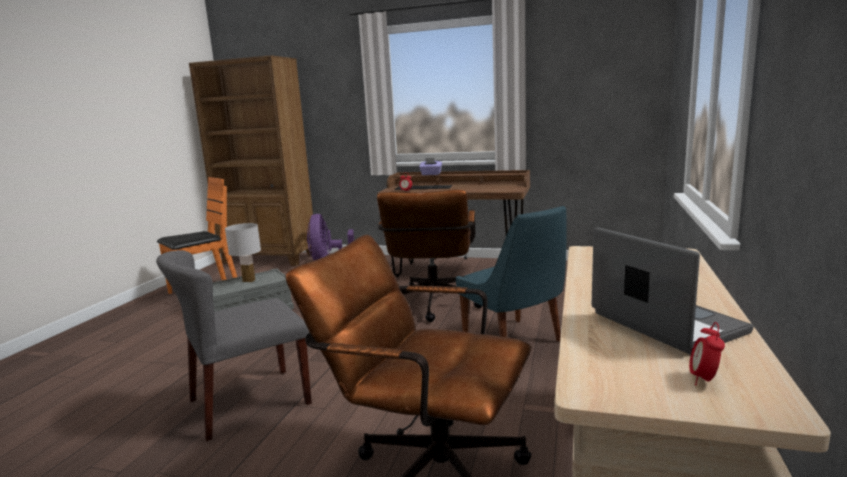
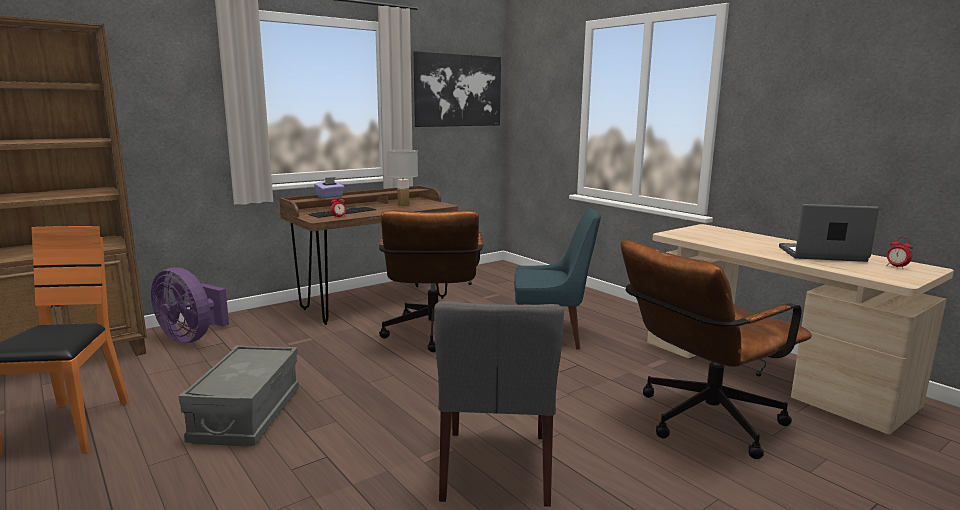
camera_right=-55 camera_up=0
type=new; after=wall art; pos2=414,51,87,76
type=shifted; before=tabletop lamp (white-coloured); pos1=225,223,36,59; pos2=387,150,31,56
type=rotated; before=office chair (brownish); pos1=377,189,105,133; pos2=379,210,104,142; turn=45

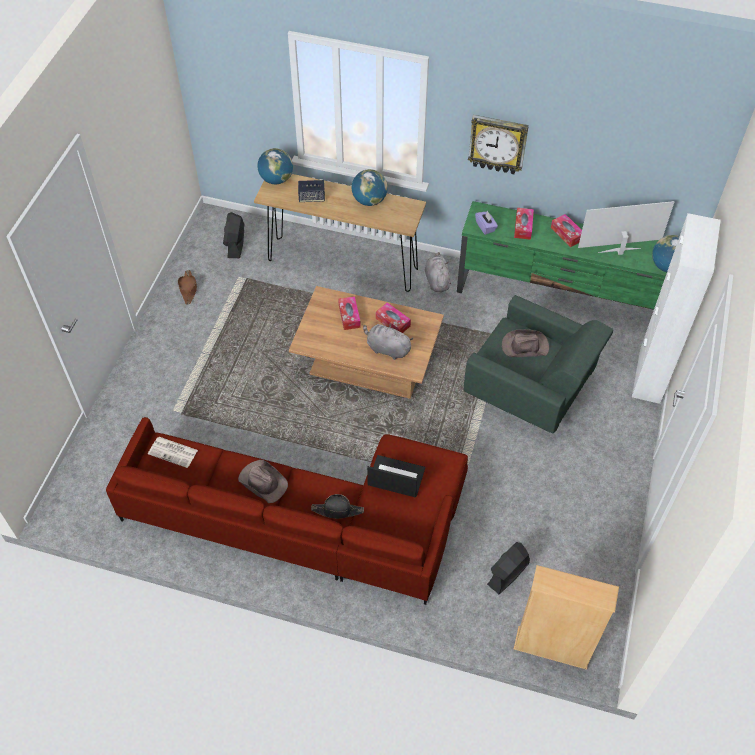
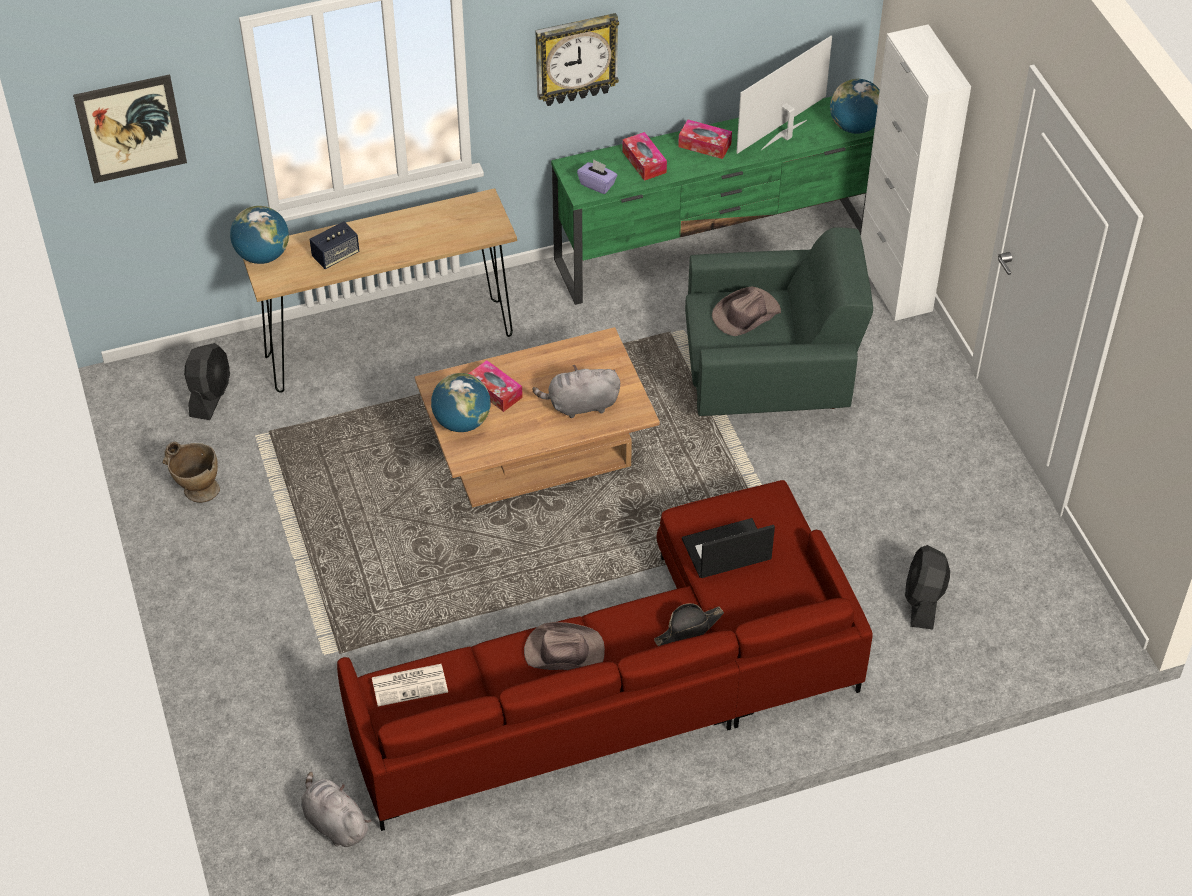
camera_right=-35 camera_up=-5
type=gone; before=tissue box; pos1=376,302,35,31
type=gone; before=shelving unit (sand-coloured); pos1=514,565,105,105
type=new; after=wall art; pos2=73,74,114,109
type=shifted; before=desk globe; pos1=352,169,36,37; pos2=431,373,60,59
type=shifted; before=soft toy (gray); pos1=425,252,26,40; pos2=301,772,70,75
type=swapped; before=clothing hat (brownish); after=decorative vase (sand-coloured); pos1=178,270,19,35; pos2=163,442,57,61
type=rotated; before=fan (black-coloured); pos1=223,212,22,46; pos2=184,343,46,77; turn=-135

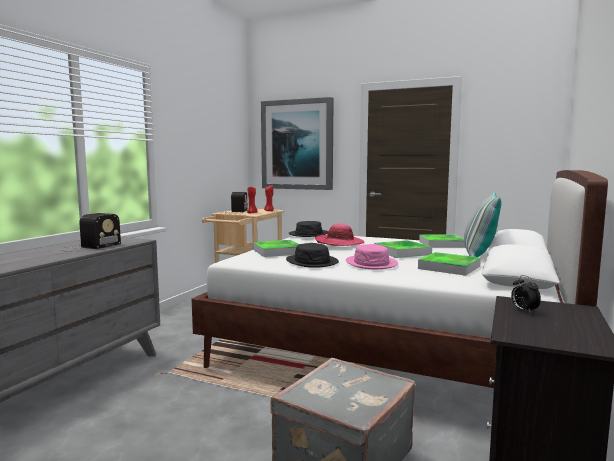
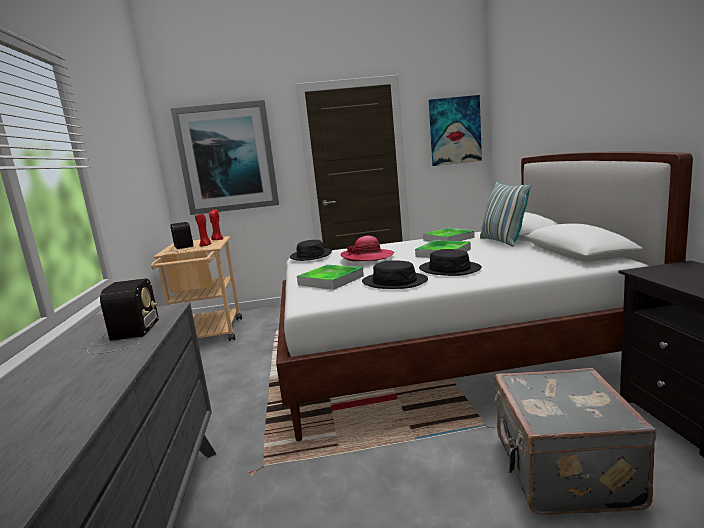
camera_right=-30 camera_up=5
type=gone; before=tray; pos1=418,252,63,24
type=gone; before=table clock; pos1=511,275,30,38
type=new; after=wall art; pos2=429,95,53,71
type=repainted; before=clothing hat (pinkish); after=clothing hat (black-coloured); pos1=346,244,52,25; pos2=419,249,63,27

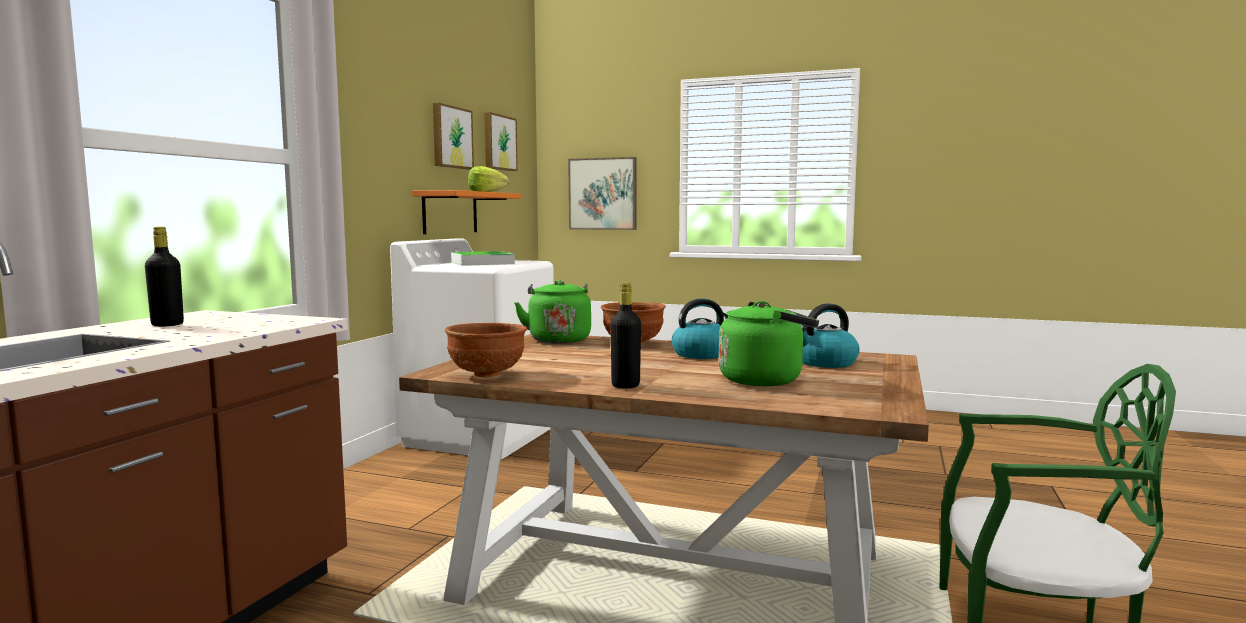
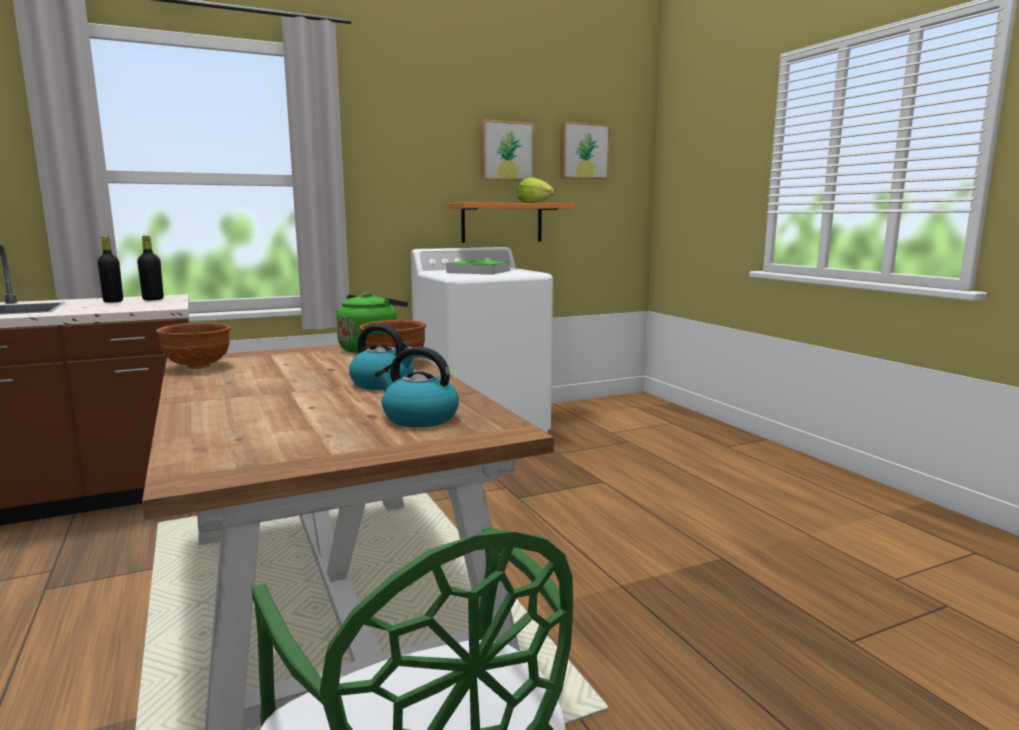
camera_right=45 camera_up=5
type=gone; before=wall art; pos1=568,157,69,73
type=gone; before=water kettle (green); pos1=719,301,100,85
type=shifted; before=beverage bottle (black-coloured); pos1=611,283,30,105; pos2=137,236,27,64

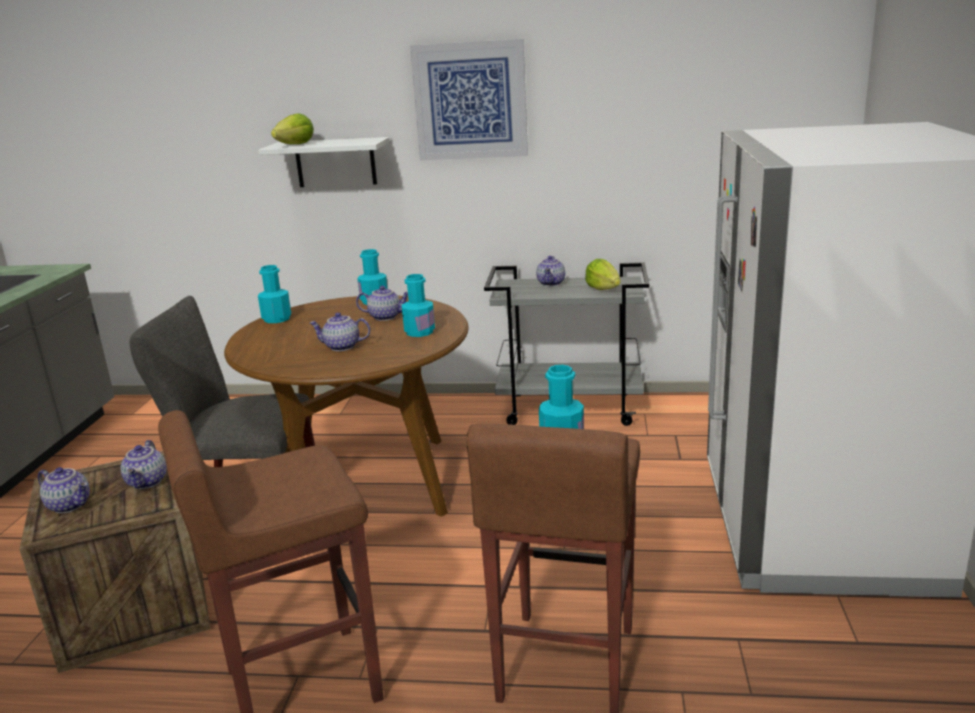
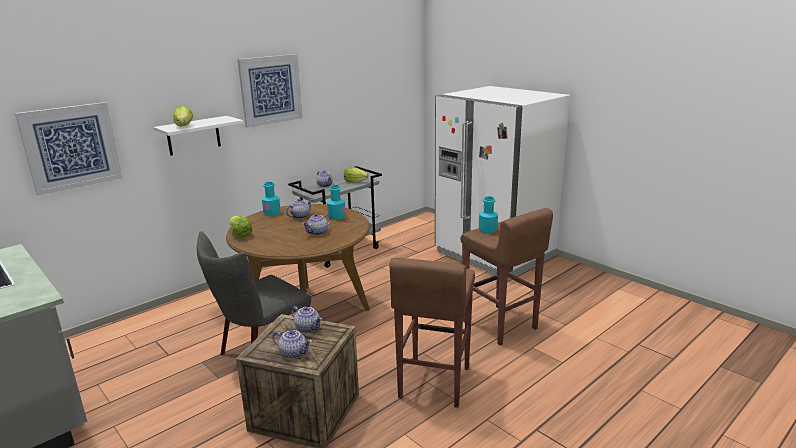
camera_right=-50 camera_up=0
type=new; after=wall art; pos2=15,102,108,93
type=swapped; before=beverage bottle (blue-green); after=lettuce; pos1=258,265,33,58; pos2=229,216,24,21
type=rotated; before=teapot; pos1=38,467,52,46; pos2=273,330,39,29; turn=45

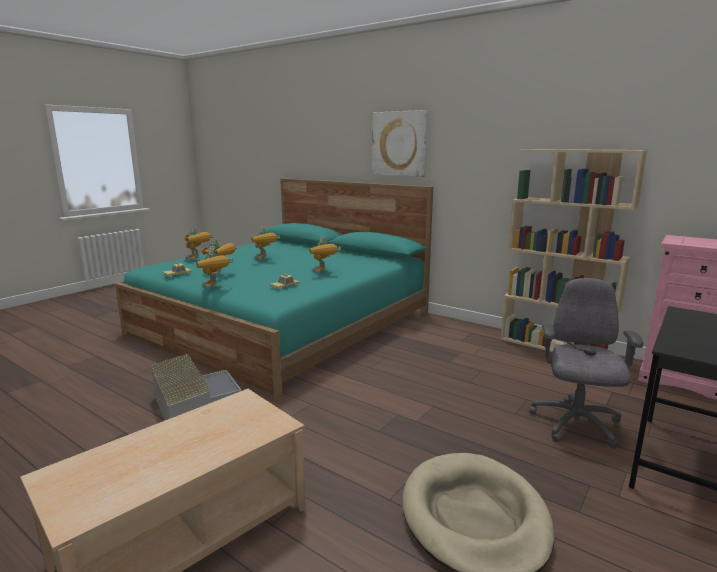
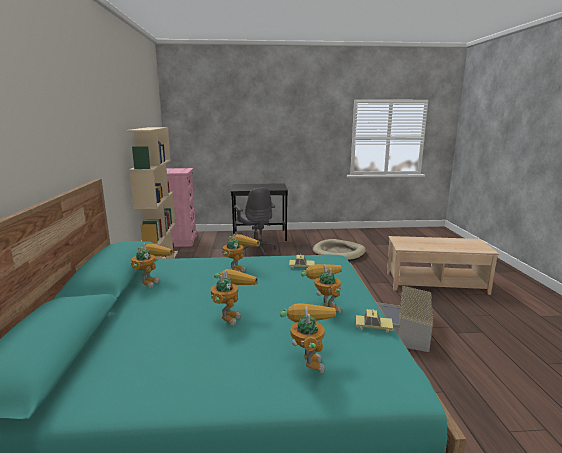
camera_right=-130 camera_up=0
type=gone; before=wall art; pos1=372,110,56,67
type=shifted; before=model robot; pos1=196,247,37,42; pos2=131,243,42,45
type=rotated; before=office chair (gray); pos1=529,278,114,171; pos2=234,187,42,69; turn=-90

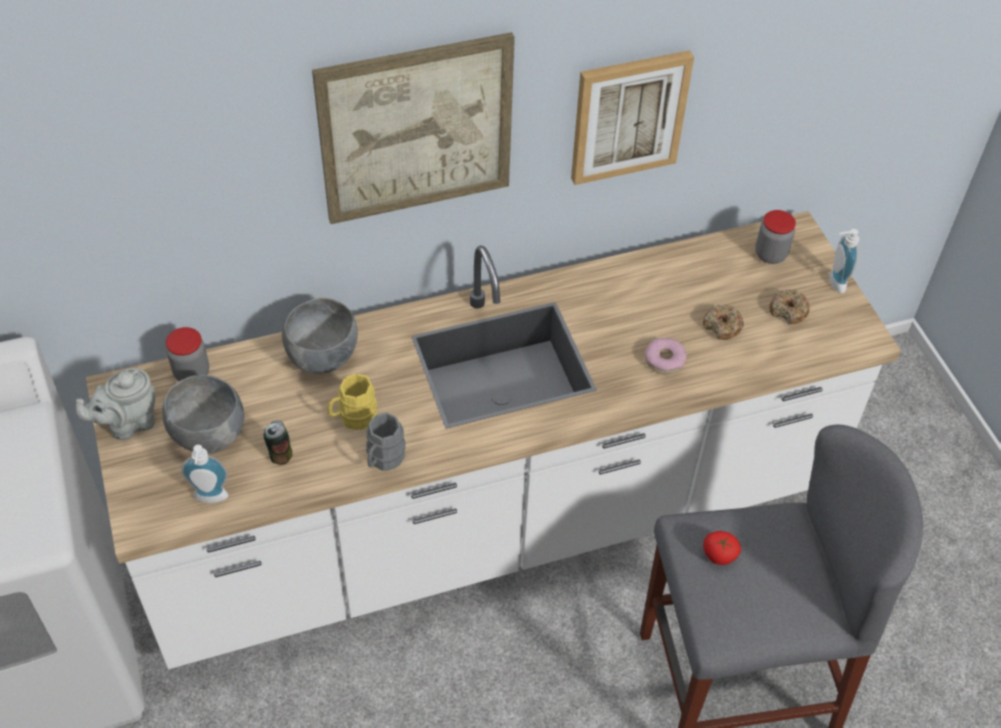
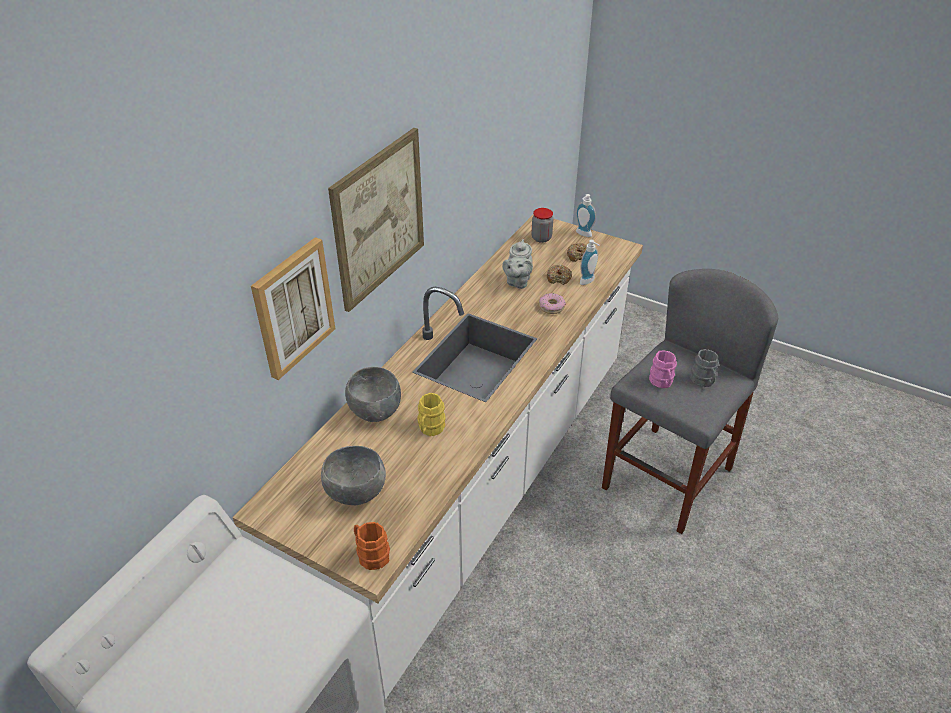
camera_right=-40 camera_up=-10
type=gone; before=storage jar; pos1=166,327,43,54
type=gone; before=sealed can; pos1=263,420,29,45
type=new; after=mug (orangey); pos2=354,522,36,48
type=shifted; before=teapot (gray); pos1=76,368,79,72; pos2=502,239,31,50
type=shifted; before=soap dispenser; pos1=181,445,47,58; pos2=580,240,20,45
type=shifted; before=mug (gray); pos1=366,412,39,59; pos2=690,349,29,38
type=shifted; before=wall art; pos1=571,50,123,135; pos2=251,237,84,143
type=swapped; before=whole tomato; after=mug (pinkish); pos1=703,531,38,34; pos2=649,350,28,38

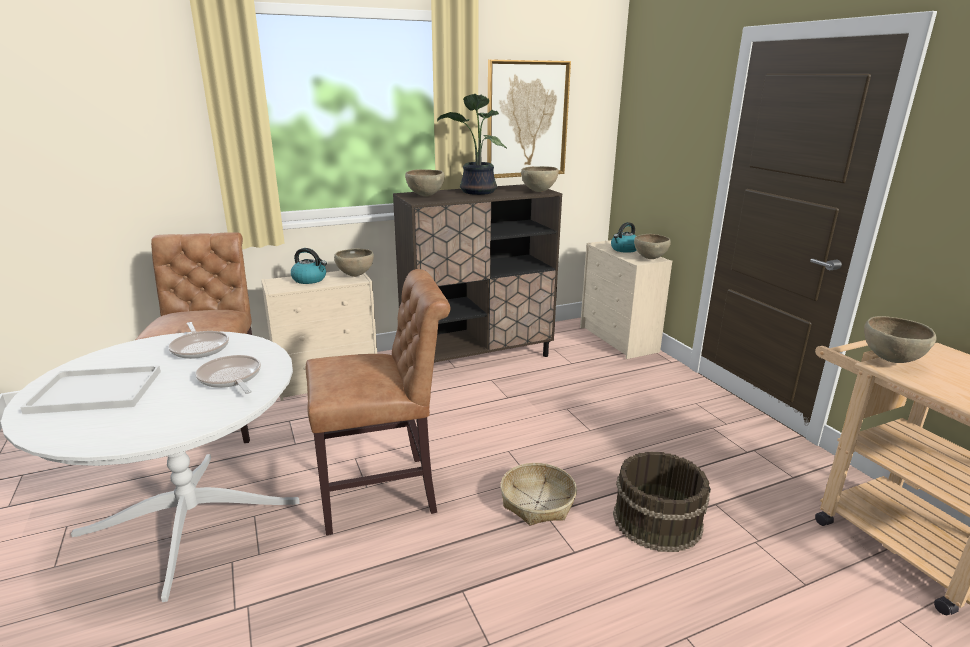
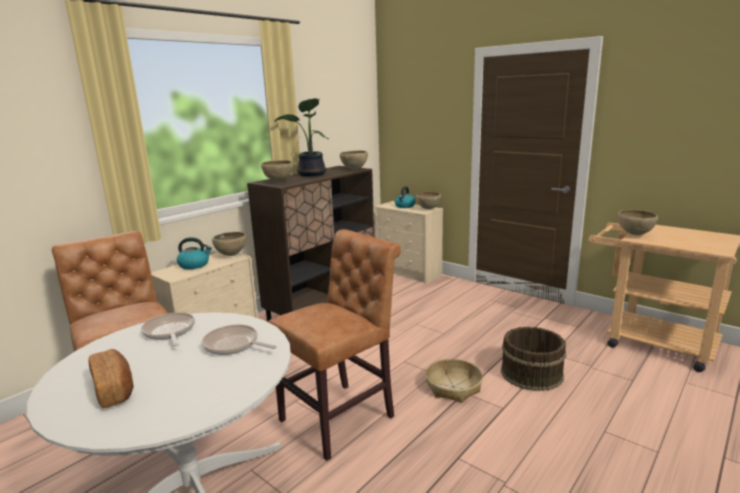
camera_right=-25 camera_up=-5
type=gone; before=wall art; pos1=487,59,84,119
type=swapped; before=tray (white-coloured); after=bread; pos1=20,365,141,49; pos2=89,349,44,59
type=rotated; before=skillet; pos1=169,322,60,37; pos2=141,312,54,34; turn=-150

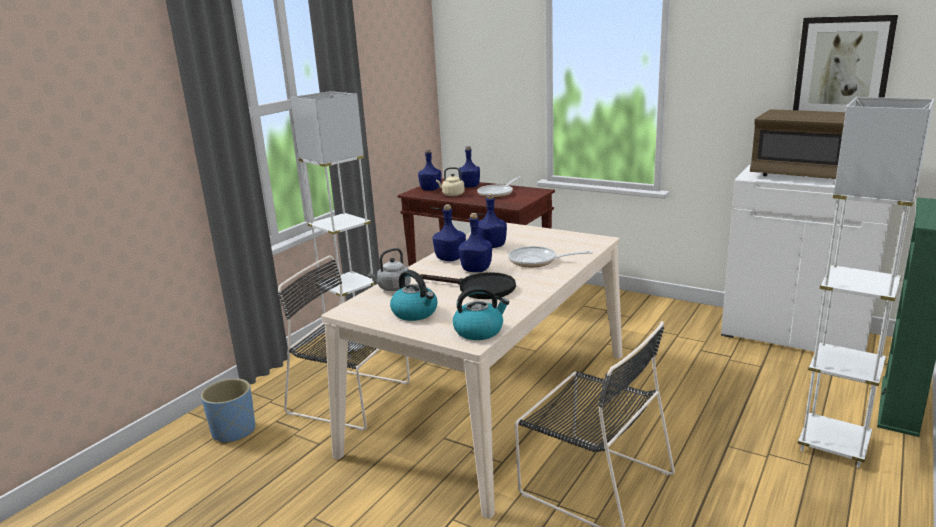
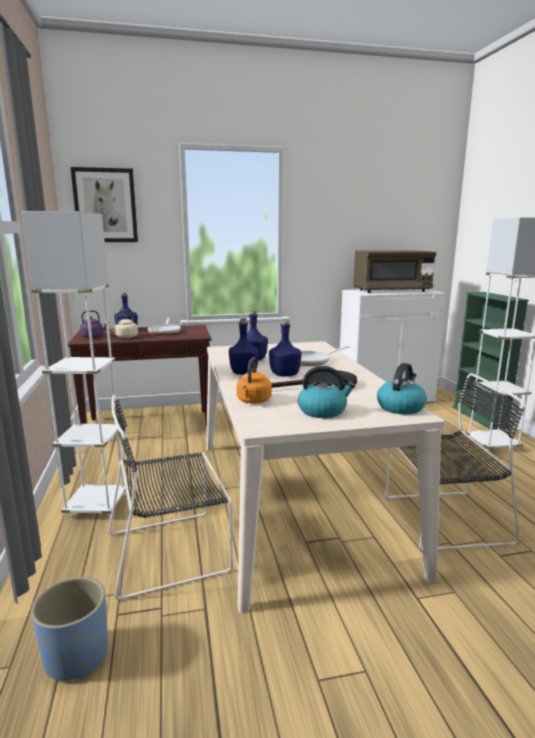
camera_right=-45 camera_up=-5
type=shifted; before=wall art; pos1=793,15,105,97; pos2=71,167,67,75
type=swapped; before=beverage bottle (blue); after=water kettle (purplish); pos1=418,149,23,42; pos2=80,310,27,28
type=repainted; before=water kettle (gray); after=water kettle (orangey); pos1=368,248,43,43; pos2=236,357,36,47

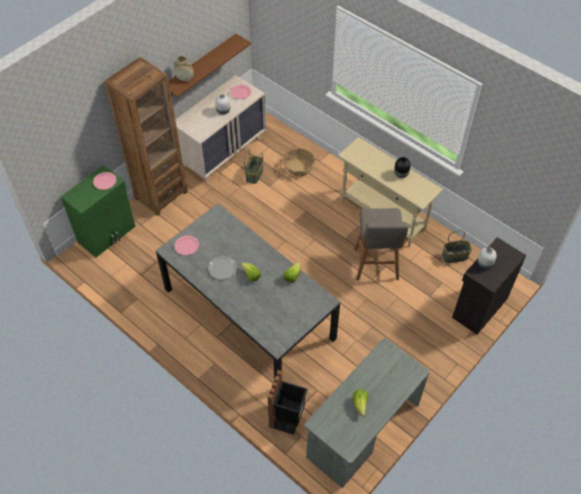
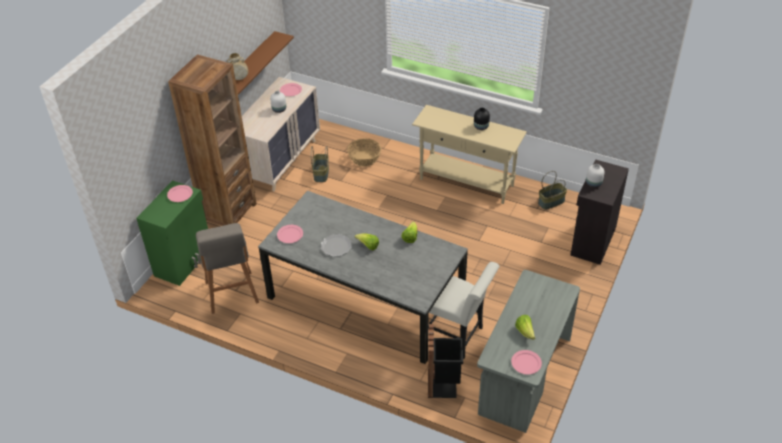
camera_right=-15 camera_up=-10
type=new; after=upright chair (white-coloured); pos2=428,262,72,97
type=new; after=flat dish (pinkish); pos2=511,350,31,25
type=shifted; before=stool (gray); pos1=354,208,54,72; pos2=196,223,63,91

